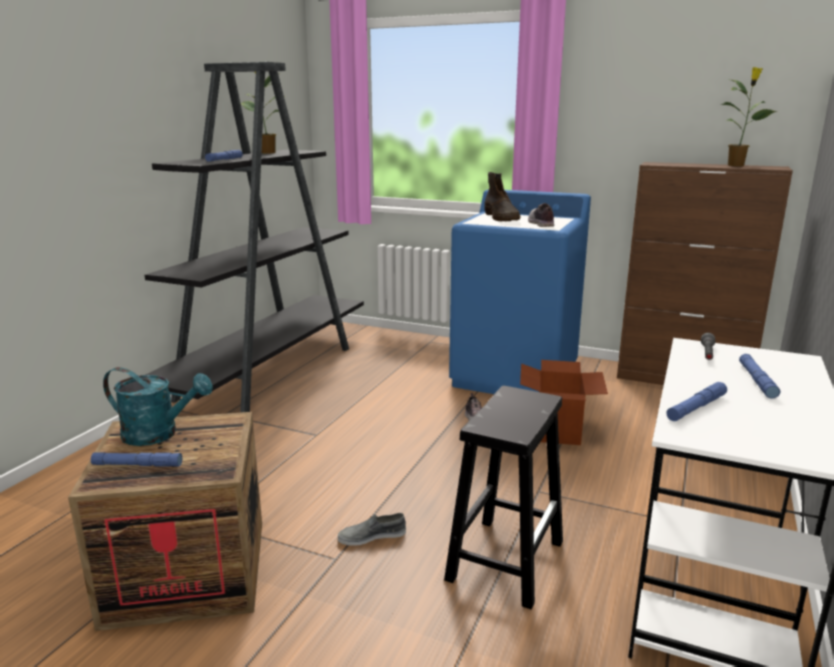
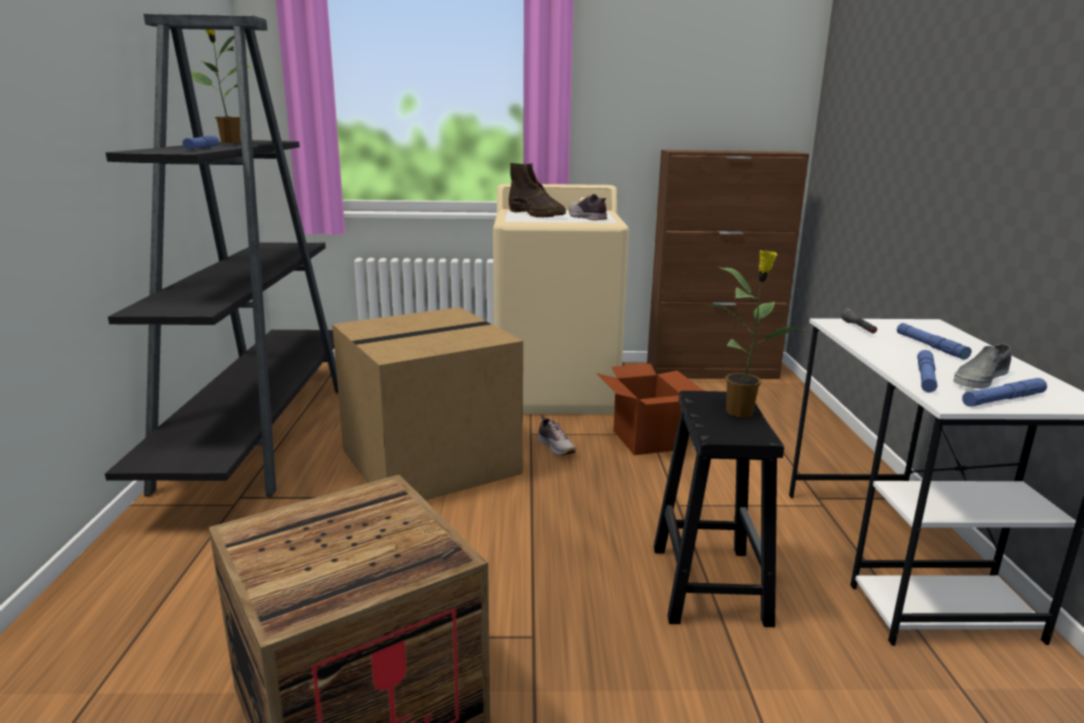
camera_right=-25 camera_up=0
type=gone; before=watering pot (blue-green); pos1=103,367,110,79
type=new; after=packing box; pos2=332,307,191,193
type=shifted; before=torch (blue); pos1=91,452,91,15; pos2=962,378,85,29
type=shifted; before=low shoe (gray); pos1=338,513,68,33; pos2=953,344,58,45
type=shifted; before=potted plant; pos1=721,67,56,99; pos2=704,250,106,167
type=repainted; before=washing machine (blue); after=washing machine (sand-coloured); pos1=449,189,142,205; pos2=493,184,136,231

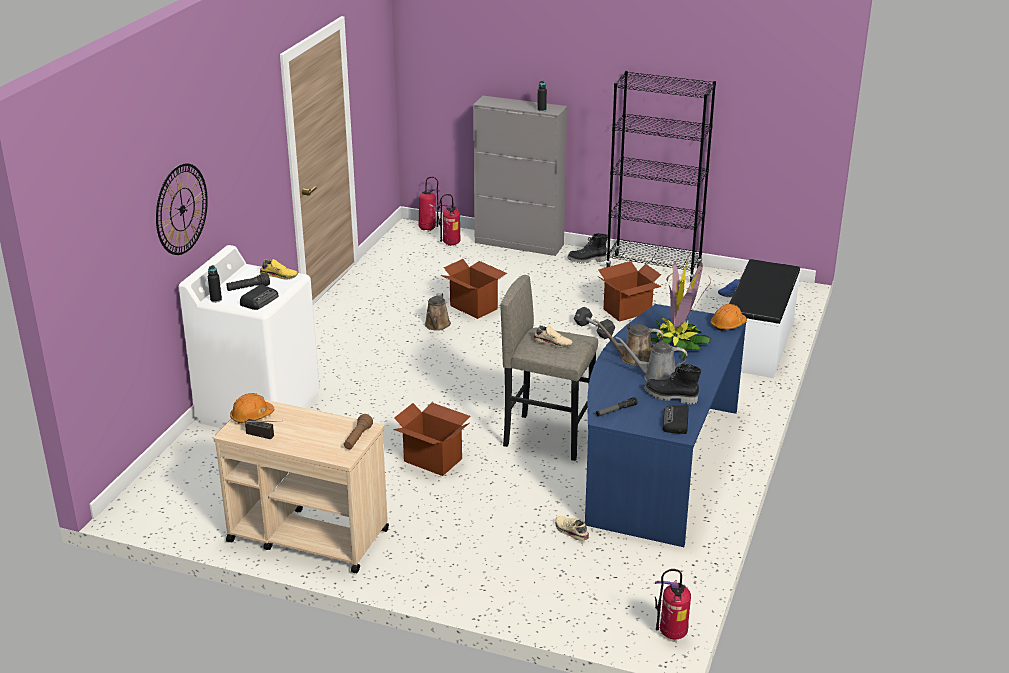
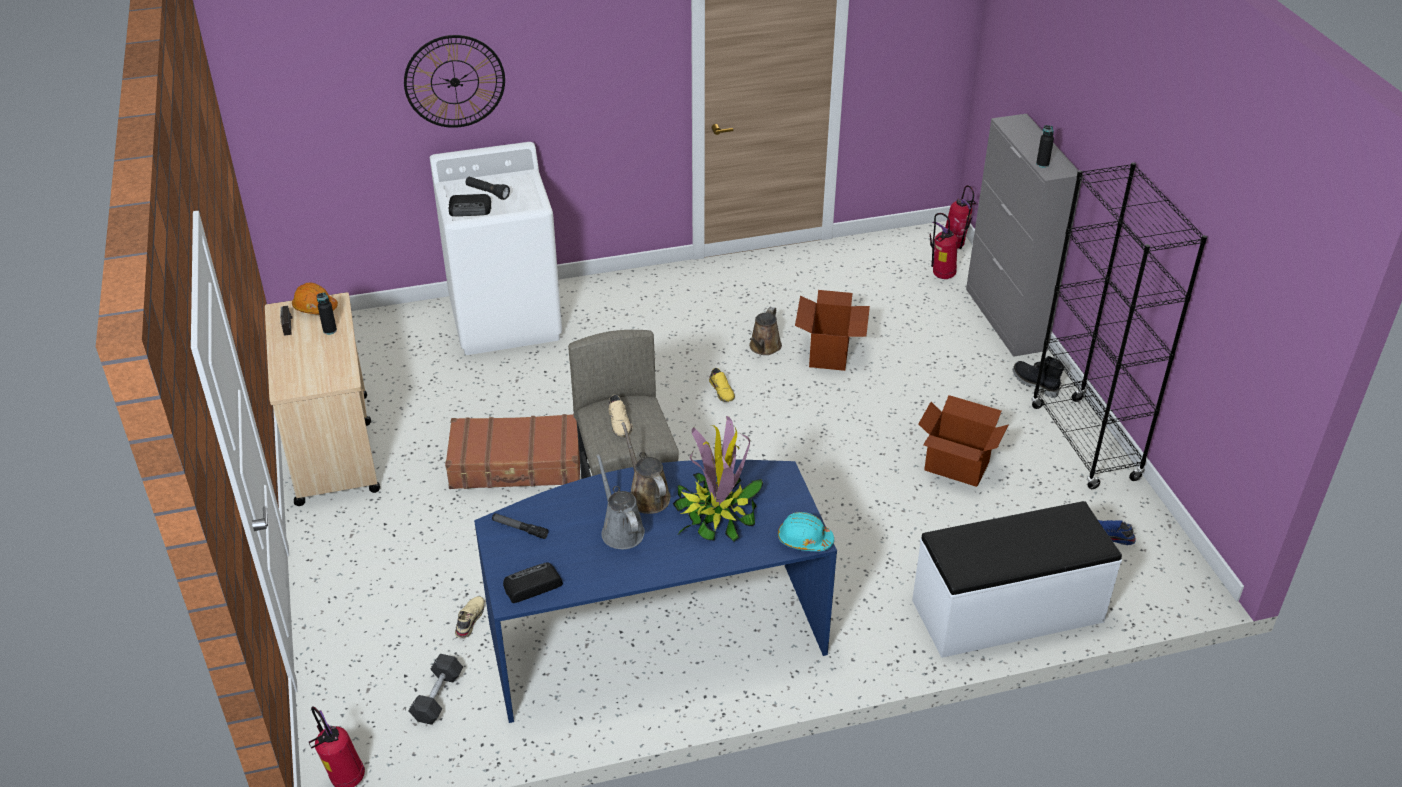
camera_right=55 camera_up=10
type=gone; before=torch (brownish); pos1=344,414,29,35
type=gone; before=tall boot (black-coloured); pos1=644,364,57,40
type=shifted; before=beverage bottle (black-coloured); pos1=208,265,14,38; pos2=317,293,20,42
type=shifted; before=low shoe (yellowish); pos1=260,259,38,21; pos2=709,368,26,34
type=shifted; before=free weight (black-coloured); pos1=574,307,42,32; pos2=409,654,54,71
type=swapped; before=packing box; after=travel case (brownish); pos1=393,403,77,73; pos2=445,414,135,75
type=repainted; before=safety helmet (orangey); after=safety helmet (blue-green); pos1=711,304,36,27; pos2=778,512,56,39
type=rotated; before=watering pot (brownish); pos1=425,293,26,38; pos2=749,307,33,48; turn=-45

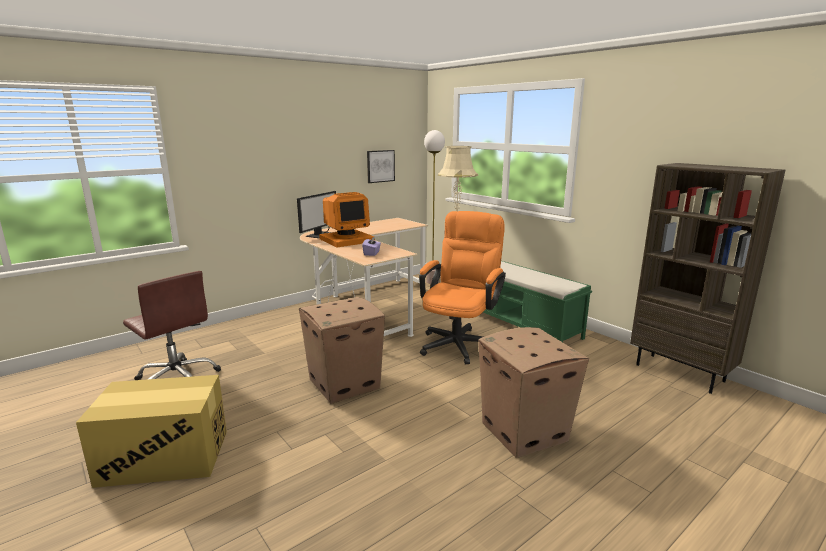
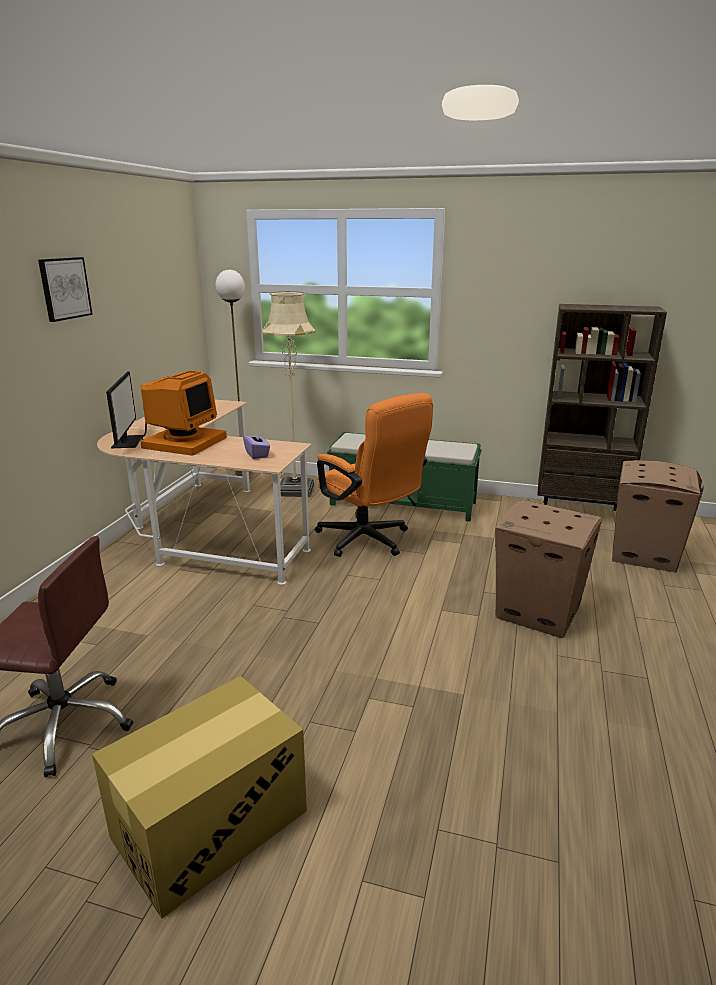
camera_right=-35 camera_up=5
type=shifted; before=packing box; pos1=299,297,86,107; pos2=612,460,92,113
type=shifted; before=wall art; pos1=367,150,28,33; pos2=38,257,55,65
type=rotated; before=office chair (orangey); pos1=419,211,87,154; pos2=315,393,118,164; turn=150

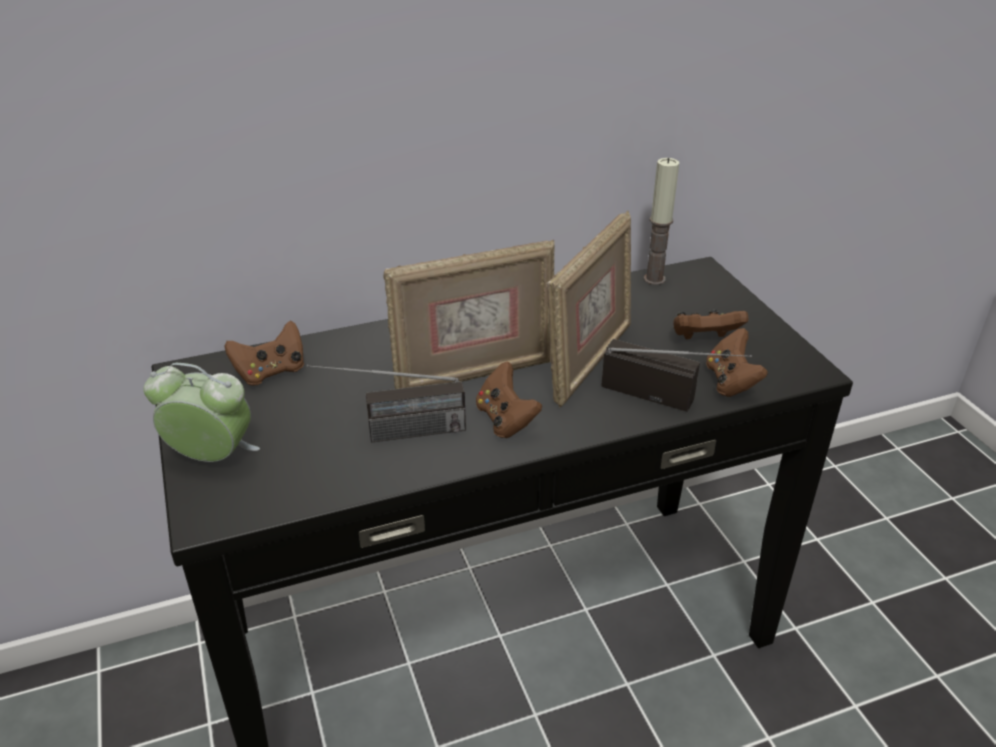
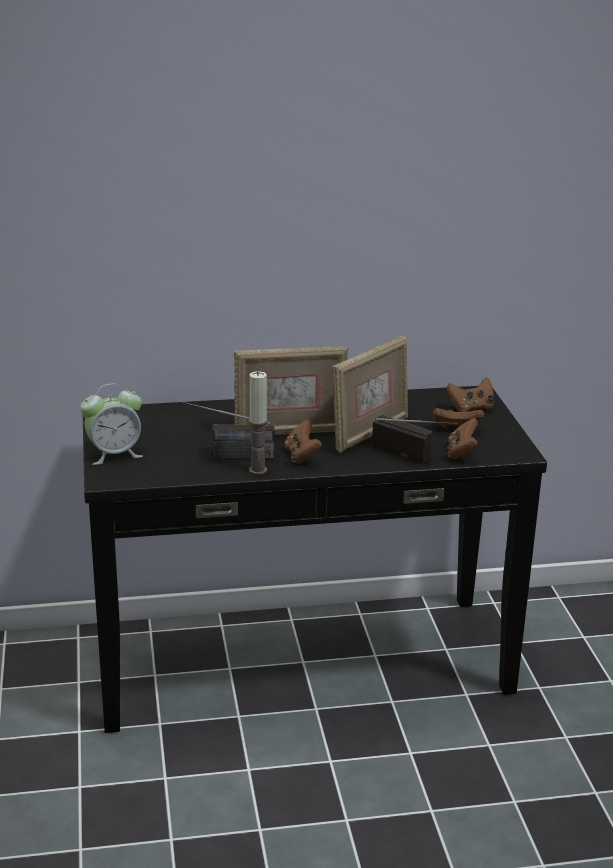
camera_right=10 camera_up=-10
type=shifted; before=game controller (brownish); pos1=224,320,80,66; pos2=446,377,48,35
type=shifted; before=candle; pos1=644,158,35,127; pos2=249,371,19,104
type=rotated; before=table clock; pos1=144,363,116,99; pos2=80,384,63,81; turn=135

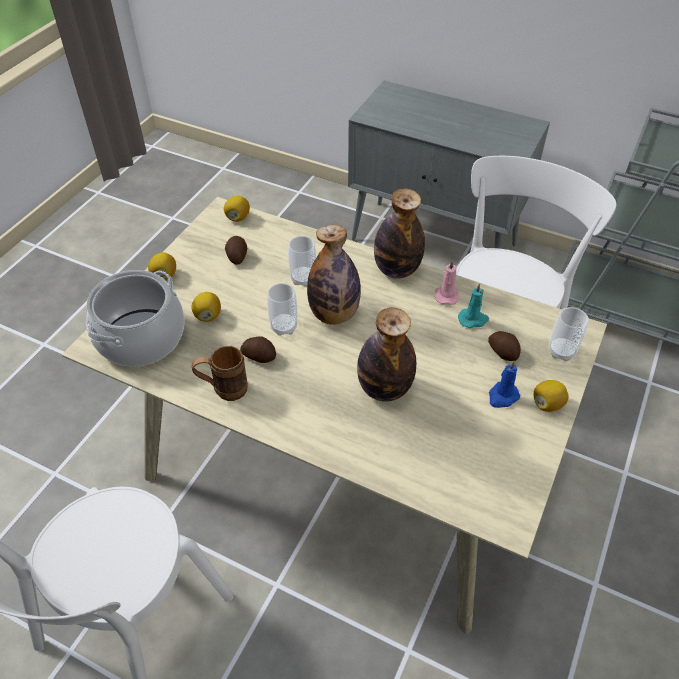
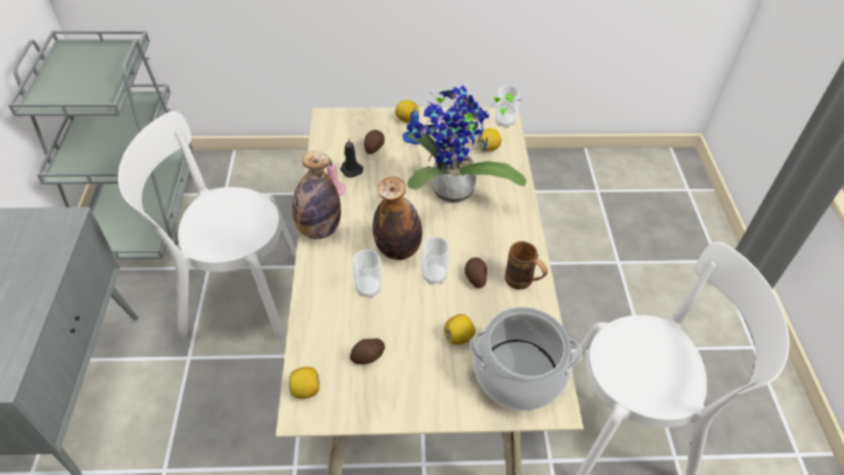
camera_right=-120 camera_up=0
type=shifted; before=citrus fruit; pos1=148,253,28,28; pos2=477,128,25,24
type=shifted; before=cup; pos1=548,307,41,54; pos2=495,86,25,42
type=swapped; before=beverage bottle; after=potted plant; pos1=357,307,59,95; pos2=407,85,119,118
type=repainted; before=candle (blue-green); after=candle (black-coloured); pos1=458,283,31,45; pos2=340,139,23,39

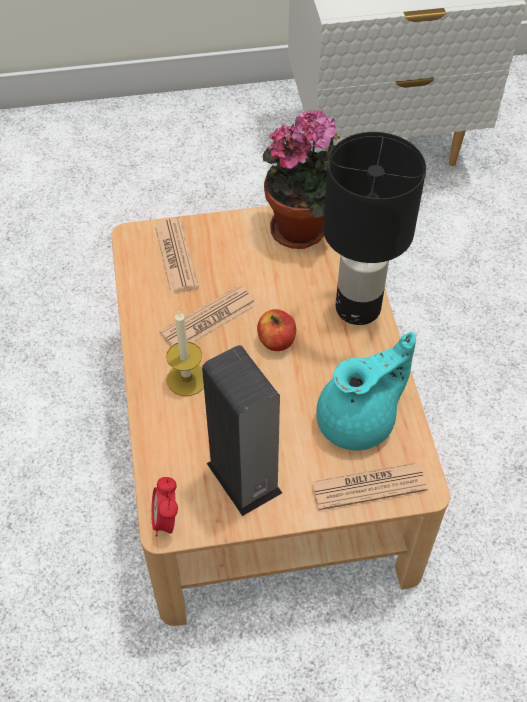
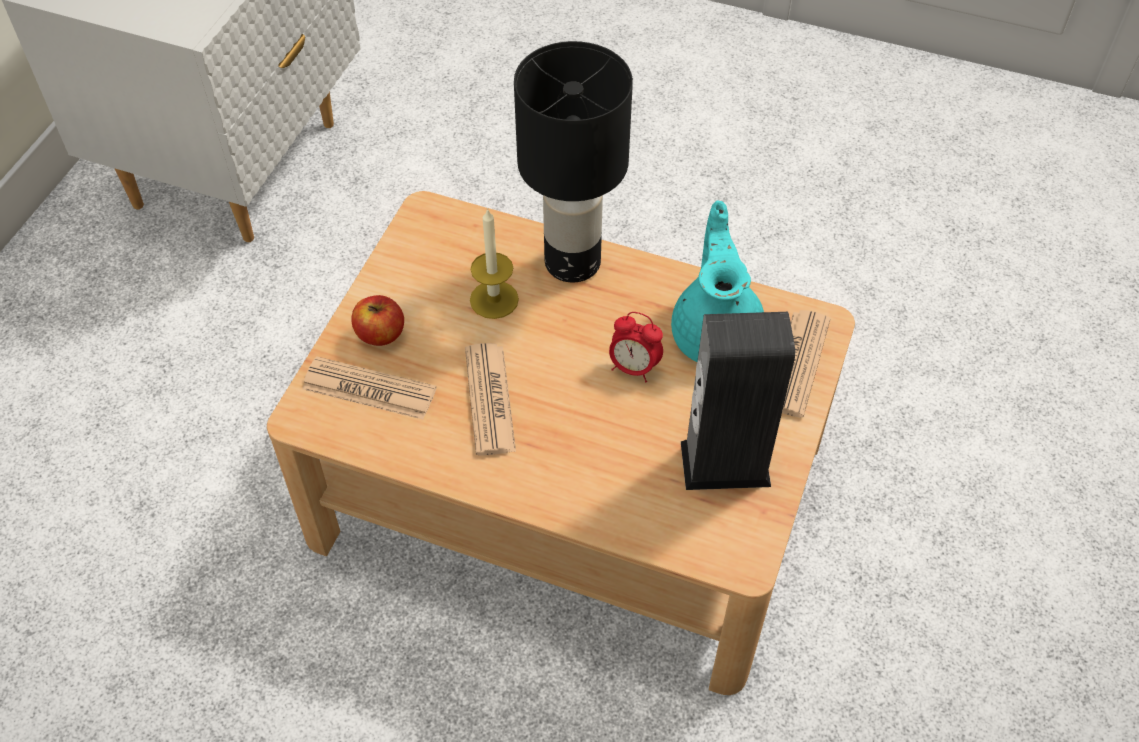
camera_right=-60 camera_up=0
type=gone; before=potted plant; pos1=263,109,77,140
type=shifted; before=table clock; pos1=151,477,27,60; pos2=609,312,54,70
type=shifted; before=candle; pos1=166,311,38,85; pos2=470,208,49,111
type=shifted; before=whole apple; pos1=257,309,39,42; pos2=351,295,53,51

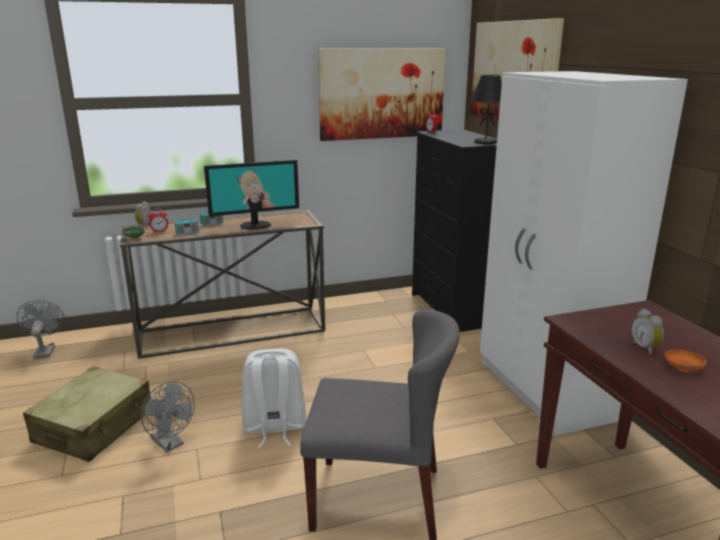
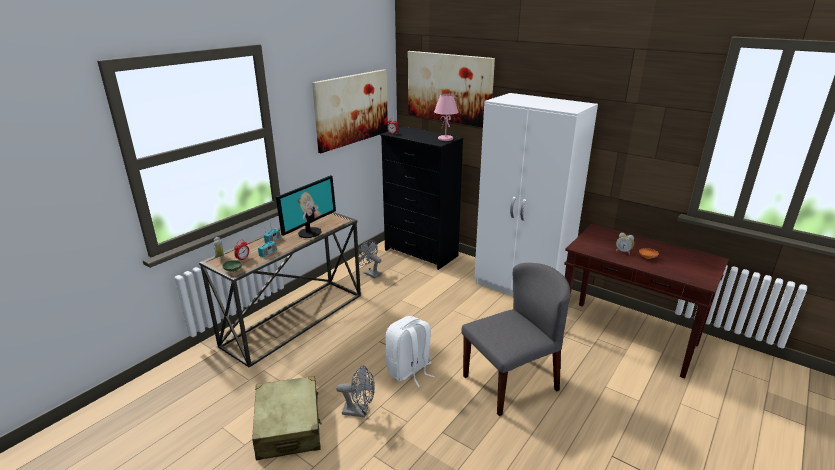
camera_right=-35 camera_up=5
type=shifted; before=fan (gray); pos1=16,300,49,59; pos2=358,240,24,38
type=repainted; before=tabletop lamp (black-coloured); after=tabletop lamp (pinkish); pos1=471,75,31,69; pos2=434,94,25,47

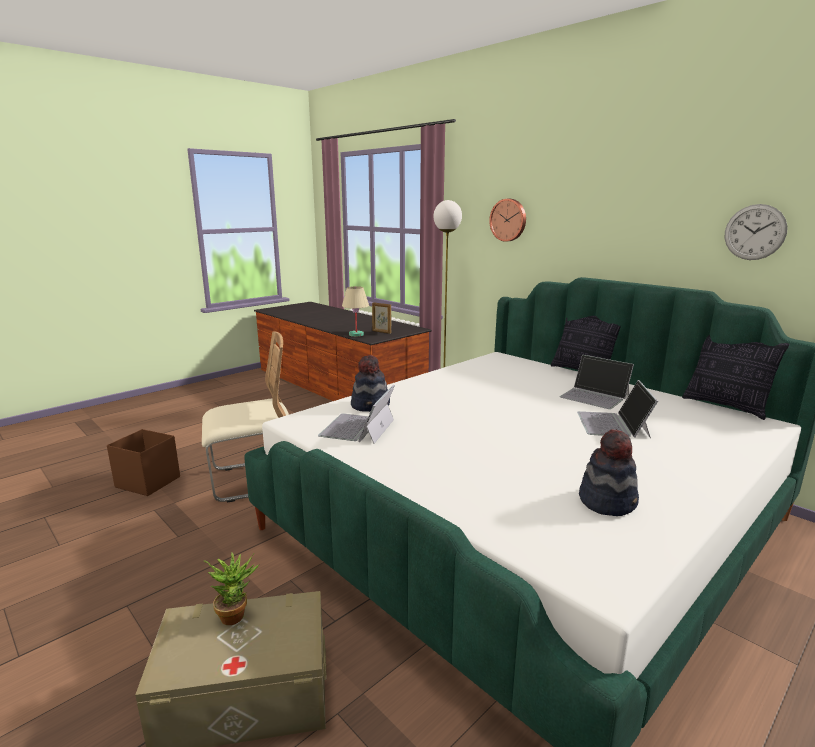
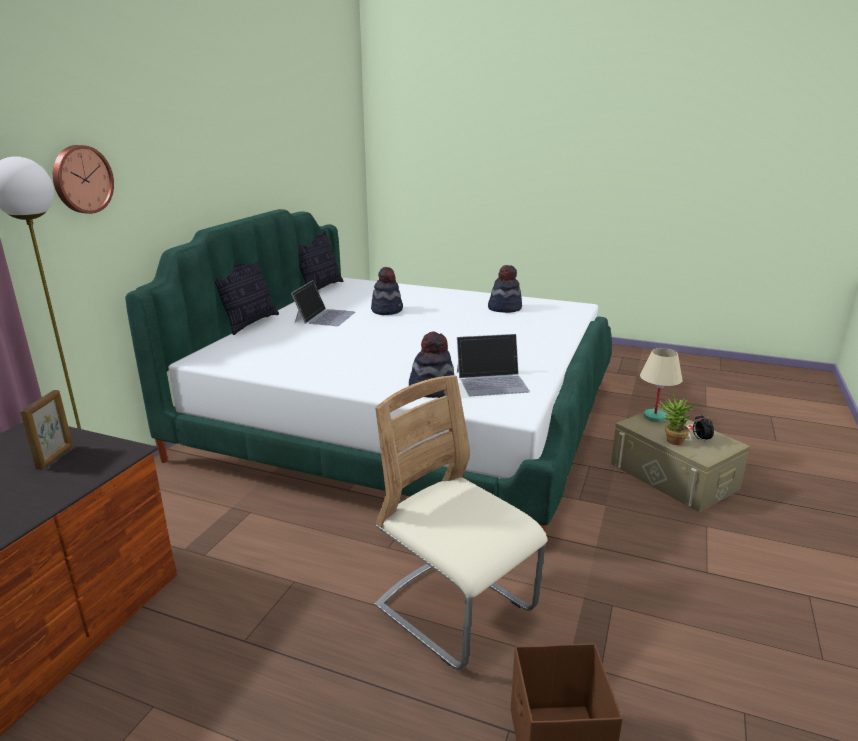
camera_right=-115 camera_up=5
type=gone; before=hanging clock; pos1=725,204,63,56
type=new; after=table clock; pos2=693,413,21,28
type=shifted; before=tabletop lamp (sand-coloured); pos1=342,286,27,51; pos2=640,348,43,74
type=swapped; before=laptop; after=clothing hat; pos1=577,380,81,58; pos2=371,267,32,48

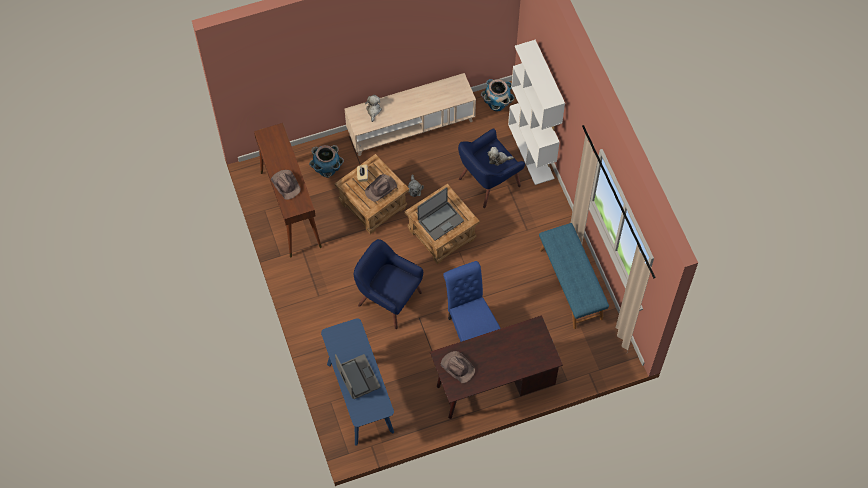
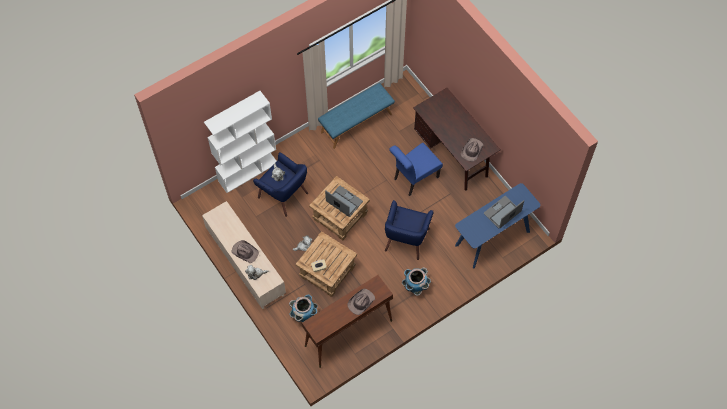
camera_right=-105 camera_up=0
type=shifted; before=clothing hat (brownish); pos1=365,174,32,28; pos2=231,240,28,23
type=shifted; before=planter; pos1=481,79,34,33; pos2=402,267,29,29

